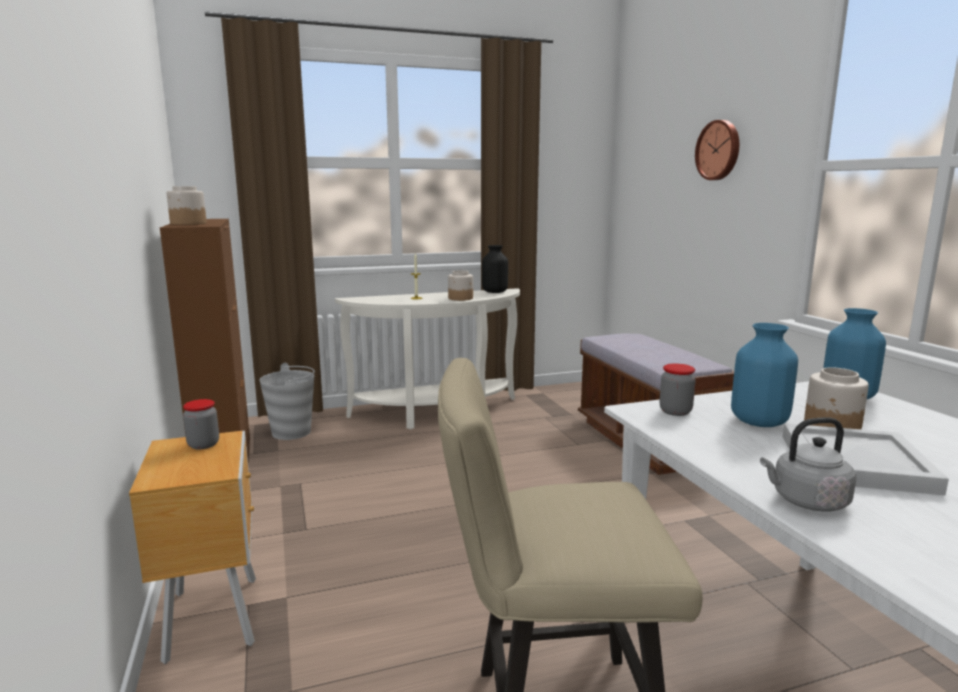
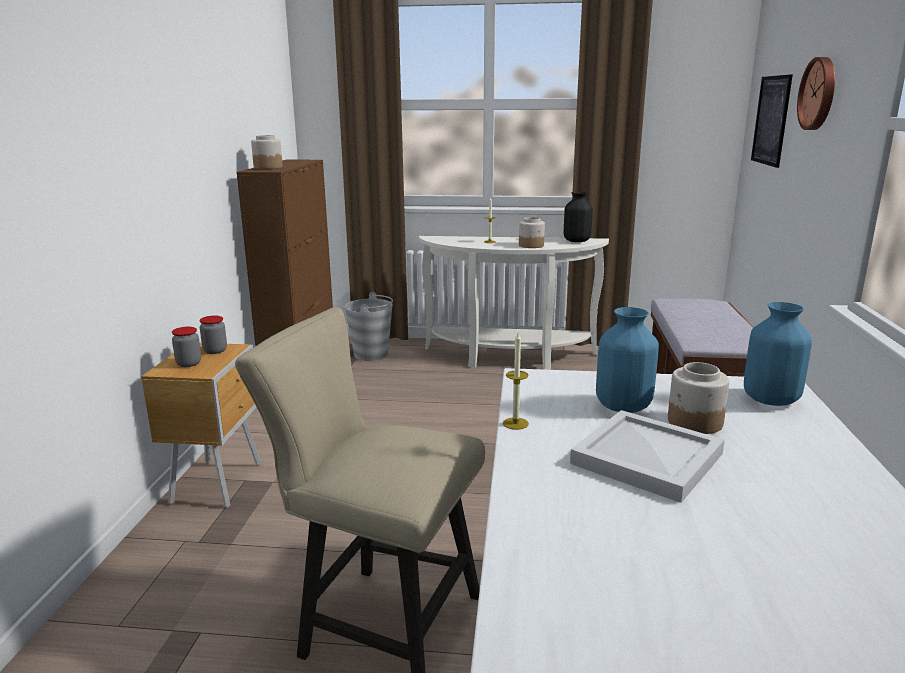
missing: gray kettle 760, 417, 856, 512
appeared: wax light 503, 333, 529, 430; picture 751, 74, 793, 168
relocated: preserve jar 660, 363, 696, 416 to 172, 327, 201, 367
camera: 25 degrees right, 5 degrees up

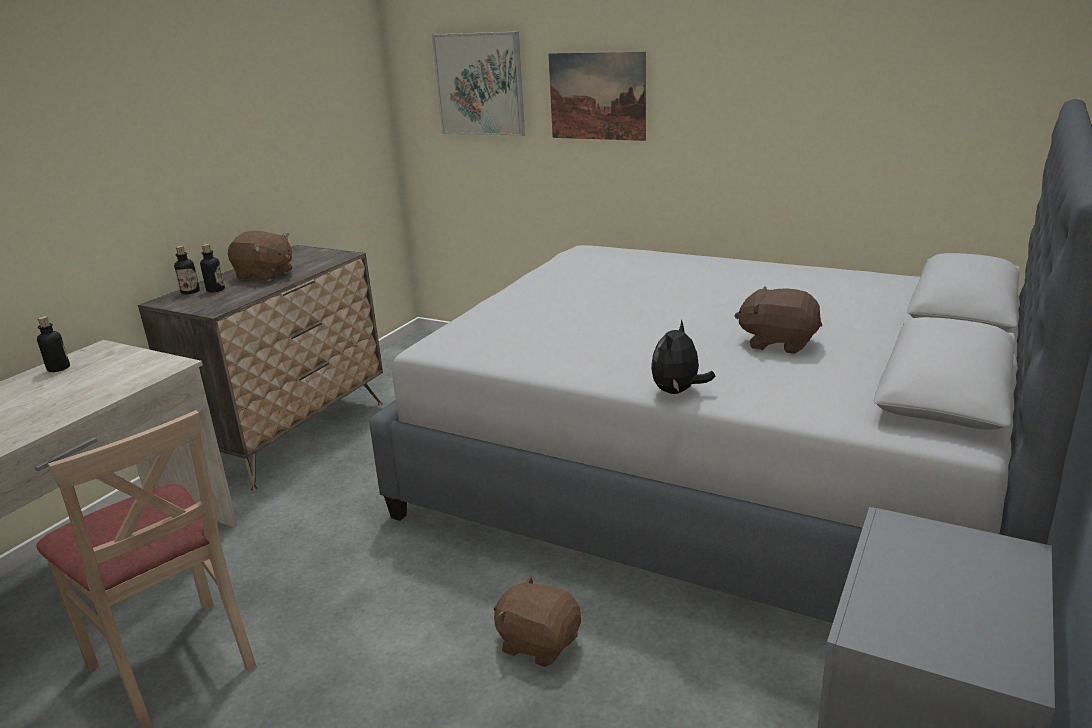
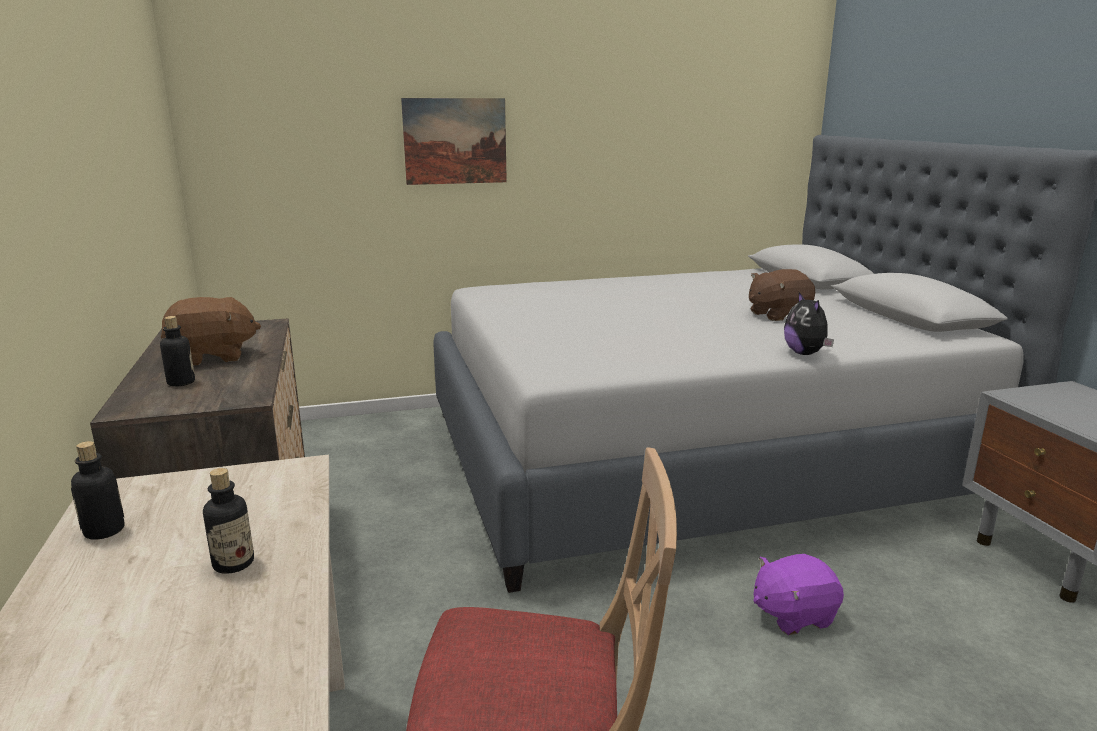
missing: picture 432, 31, 525, 136
relocated: beverage bottle 174, 246, 200, 294 to 203, 468, 254, 574
colour: brownish plush toy 494, 575, 581, 667 to purple plush toy 753, 554, 844, 635
camera: 45 degrees left, 5 degrees down

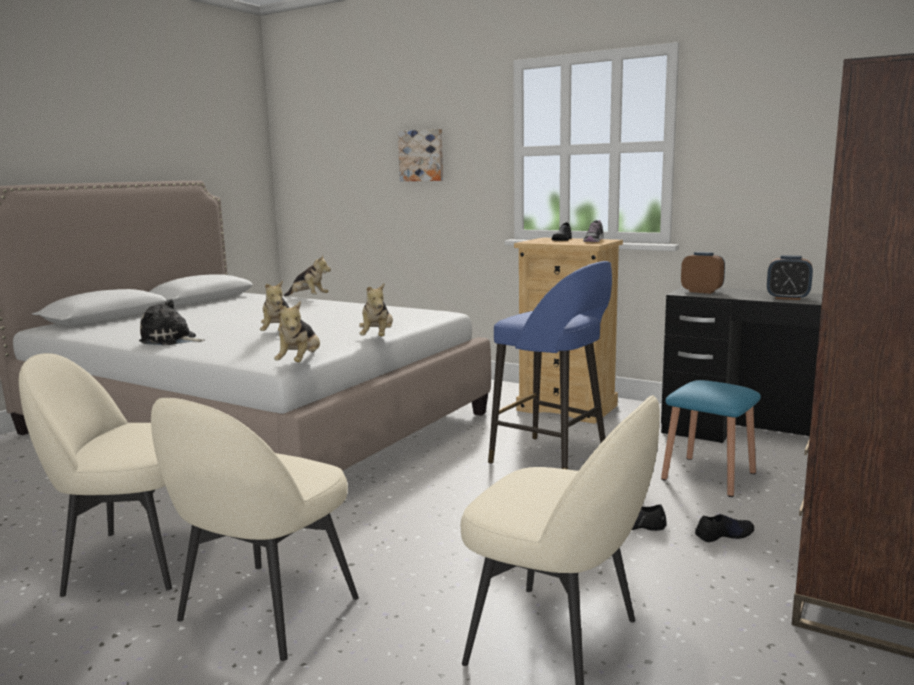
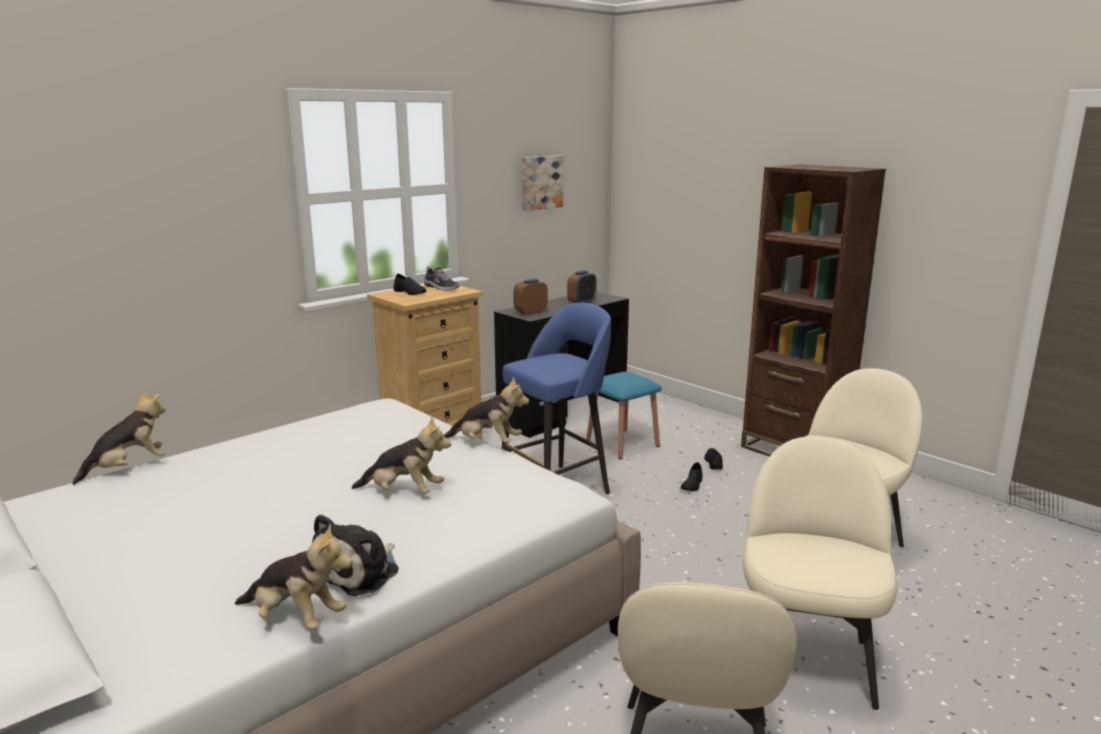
relocated: plush toy 274, 301, 320, 362 to 235, 524, 353, 629; picture 398, 129, 443, 181 to 522, 155, 563, 211
spun: sand-coloured plain chair 151, 398, 359, 661 = 743, 436, 897, 710 120 degrees counterclockwise
camera: 75 degrees left, 5 degrees up

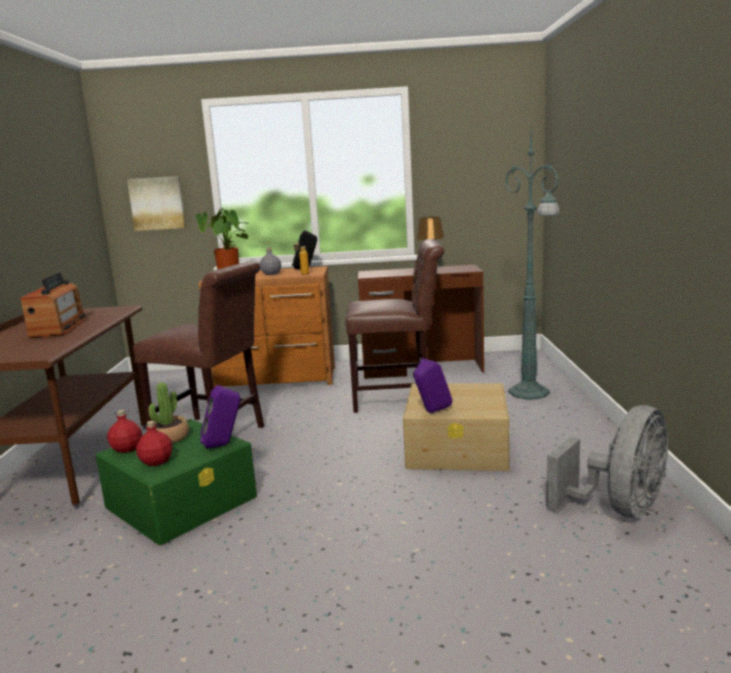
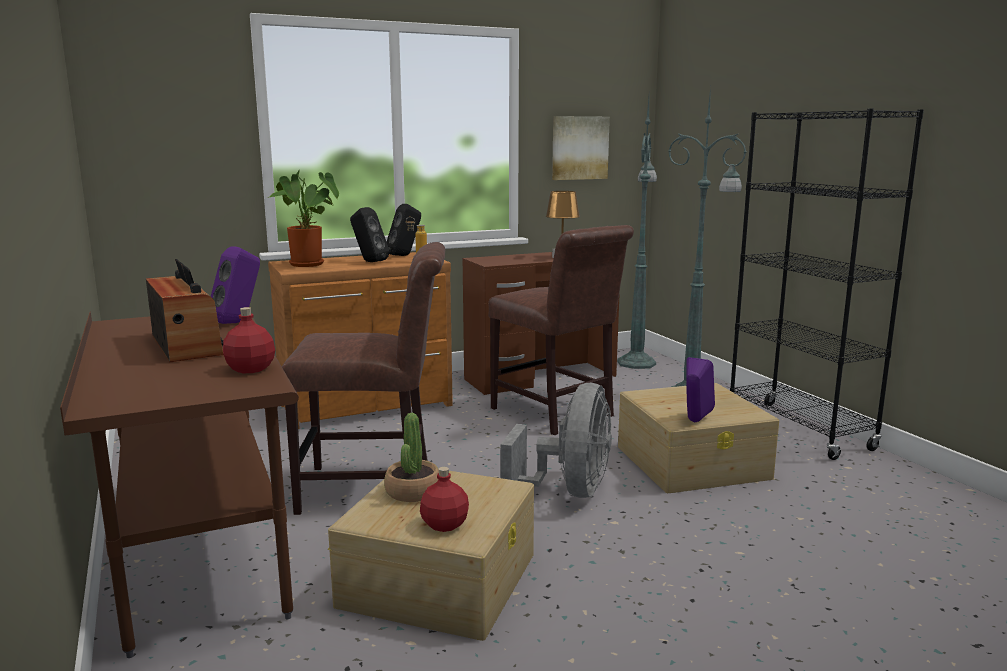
appeared: green-coloured floor lamp 617, 98, 657, 369; black shelving unit 730, 109, 924, 460
relocated: purple speaker 200, 385, 240, 449 to 211, 246, 260, 324; red beverage bottle 107, 410, 142, 453 to 223, 307, 275, 373; gray electric fan 546, 405, 669, 518 to 500, 383, 612, 498; picture 127, 176, 186, 231 to 552, 116, 610, 180
exchanged: gray beverage bottle 260, 247, 281, 275 to black speaker 350, 207, 390, 262
colour: green-coloured storage box 96, 419, 257, 545 to sand-coloured storage box 328, 469, 534, 641
spun: brownish plain chair 345, 239, 444, 413 = 488, 225, 634, 435 75 degrees clockwise
camera: 25 degrees left, 0 degrees up

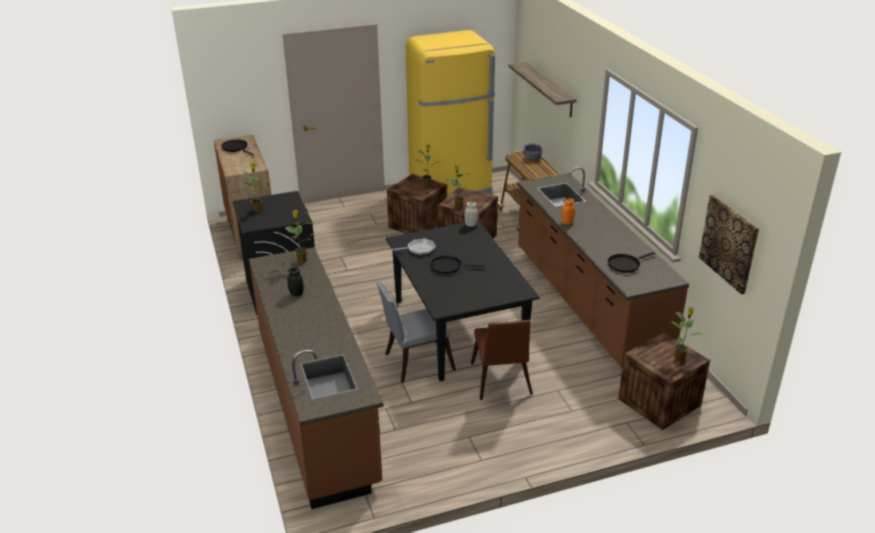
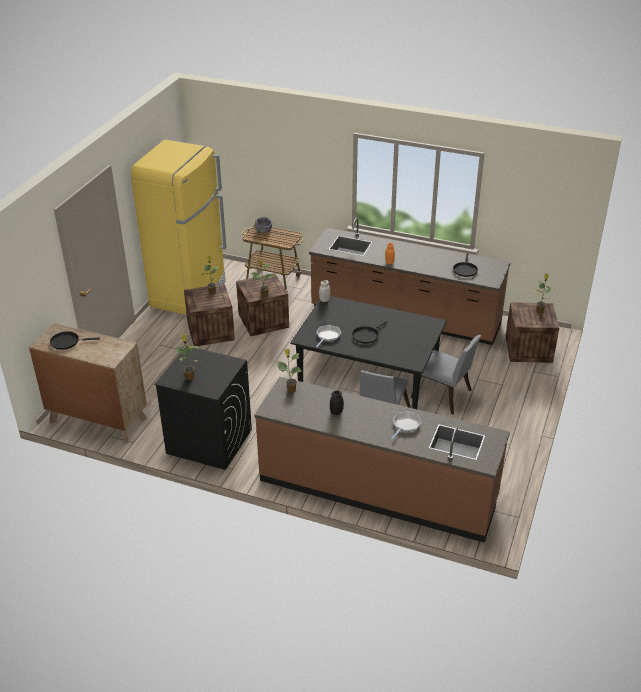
missing: shelf 508, 62, 577, 117; picture 699, 195, 759, 294
appeared: frying pan 391, 411, 422, 440
colour: brownish plain chair 471, 320, 533, 400 to gray plain chair 411, 335, 481, 414
camera: 50 degrees left, 5 degrees up

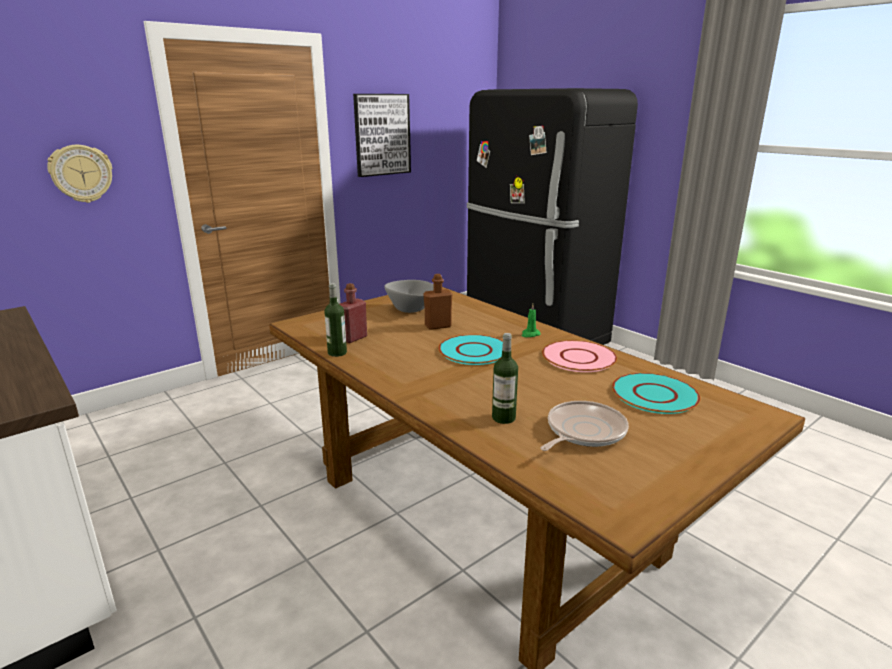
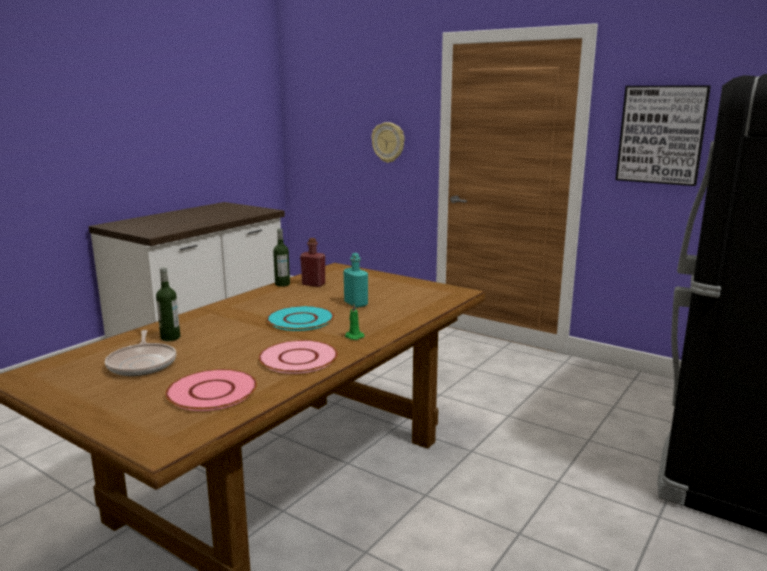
missing: gray serving bowl 384, 280, 434, 313
colour: turquoise flat dish 612, 373, 701, 414 to pink flat dish 165, 369, 257, 411; brownish beverage bottle 423, 274, 453, 330 to turquoise beverage bottle 344, 253, 368, 308
spun: frying pan 540, 401, 629, 451 = 105, 330, 176, 376 45 degrees clockwise
camera: 75 degrees right, 5 degrees down

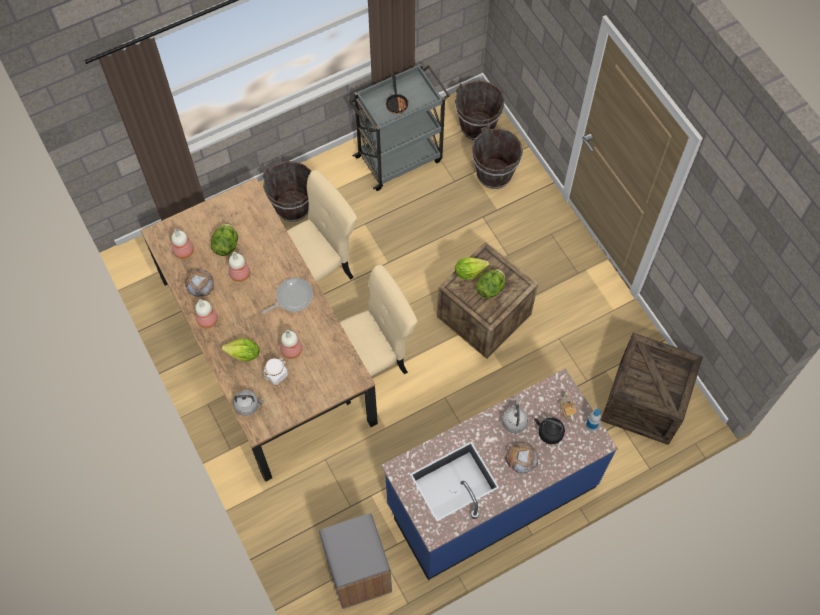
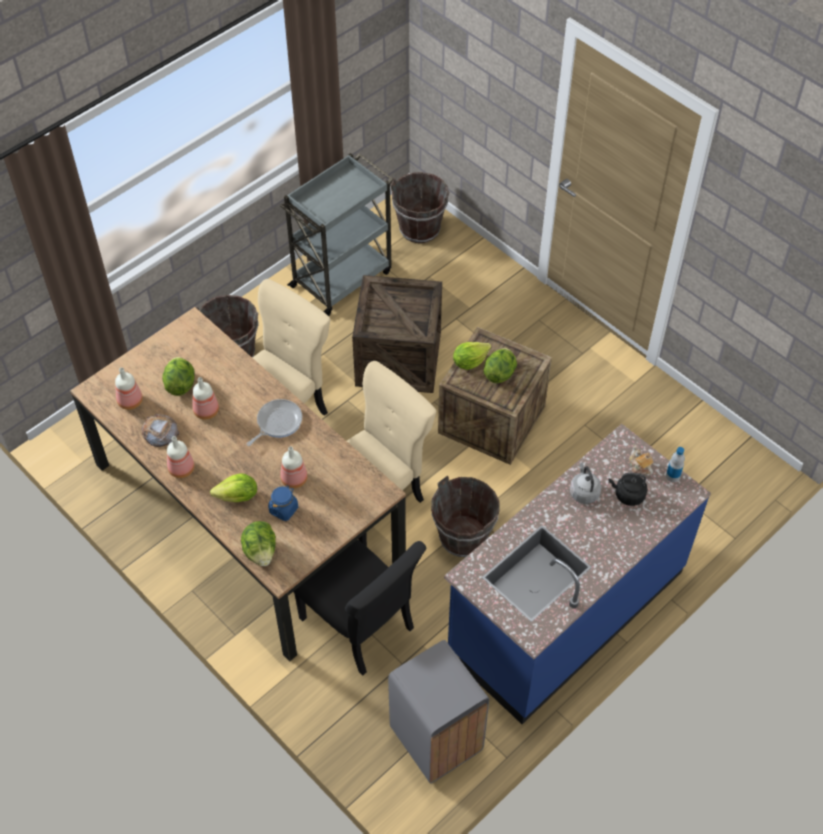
missing: frying pan 386, 74, 408, 114; bakery bread 504, 443, 539, 473
appeared: black plain chair 293, 539, 426, 676
relocated: packing crate 601, 333, 703, 445 to 352, 275, 442, 393; brownish bucket 472, 125, 523, 189 to 431, 476, 500, 557
exchanged: gray kettle 233, 390, 265, 416 to head of lettuce 241, 521, 276, 566
colour: whitish preserve jar 263, 358, 288, 385 to blue-coloured preserve jar 268, 485, 298, 521
camera: 15 degrees left, 10 degrees down

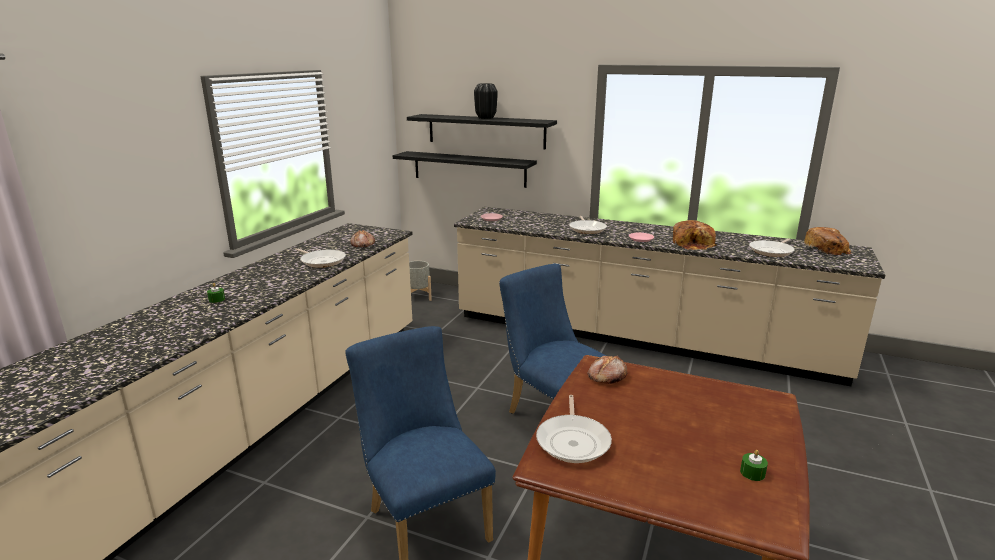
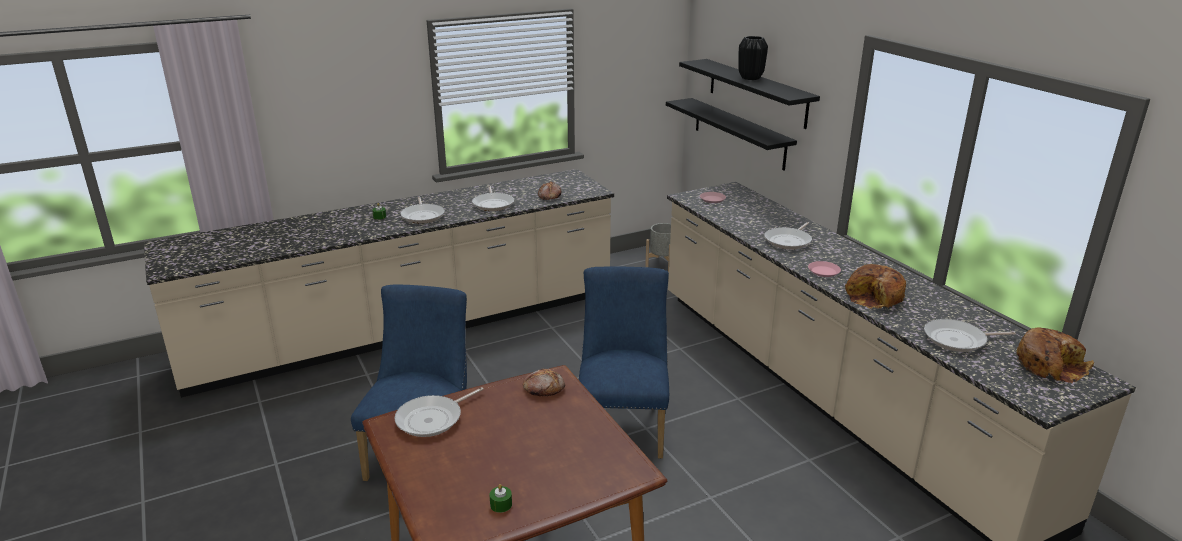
appeared: frying pan 401, 197, 445, 224
camera: 40 degrees right, 5 degrees up

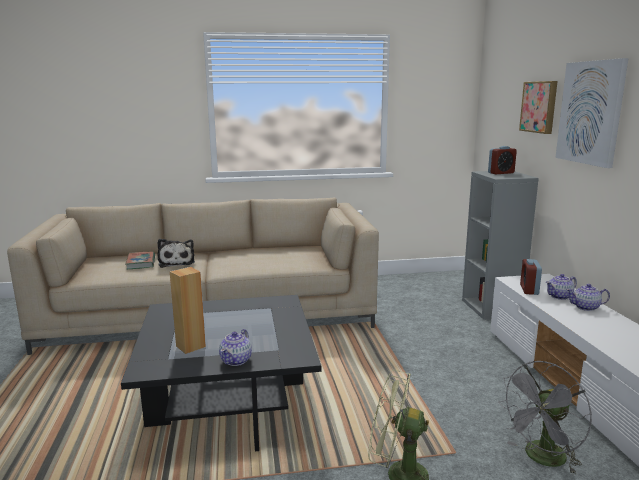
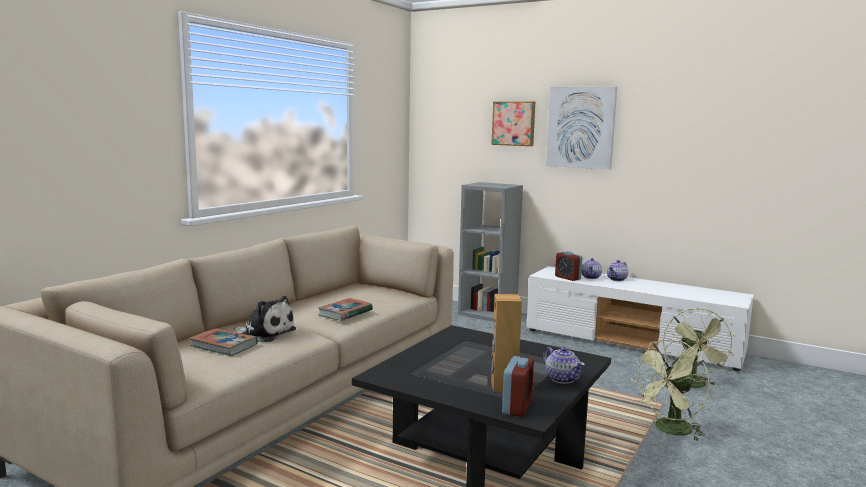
appeared: bound book 318, 298, 373, 321
relocated: table clock 488, 146, 517, 174 to 502, 356, 534, 417
colour: gray electric fan 498, 361, 592, 475 to green-coloured electric fan 663, 308, 735, 388
camera: 50 degrees left, 5 degrees down

